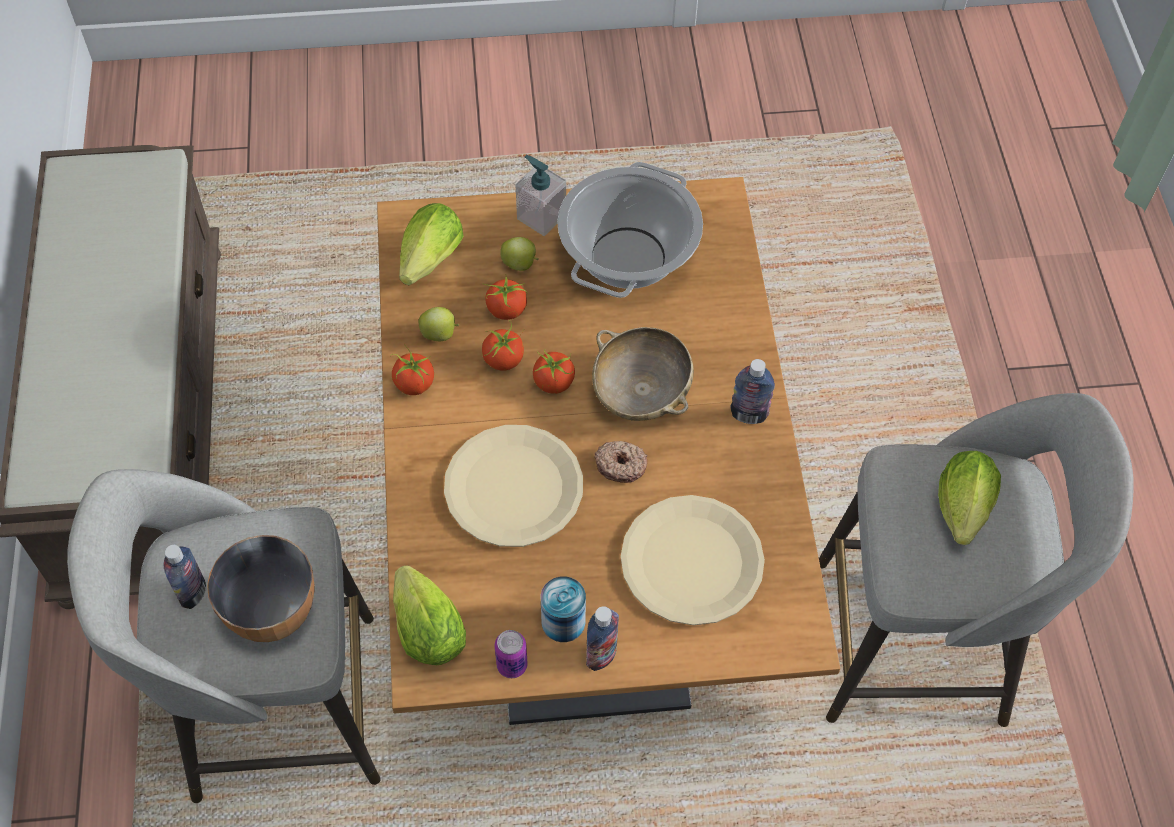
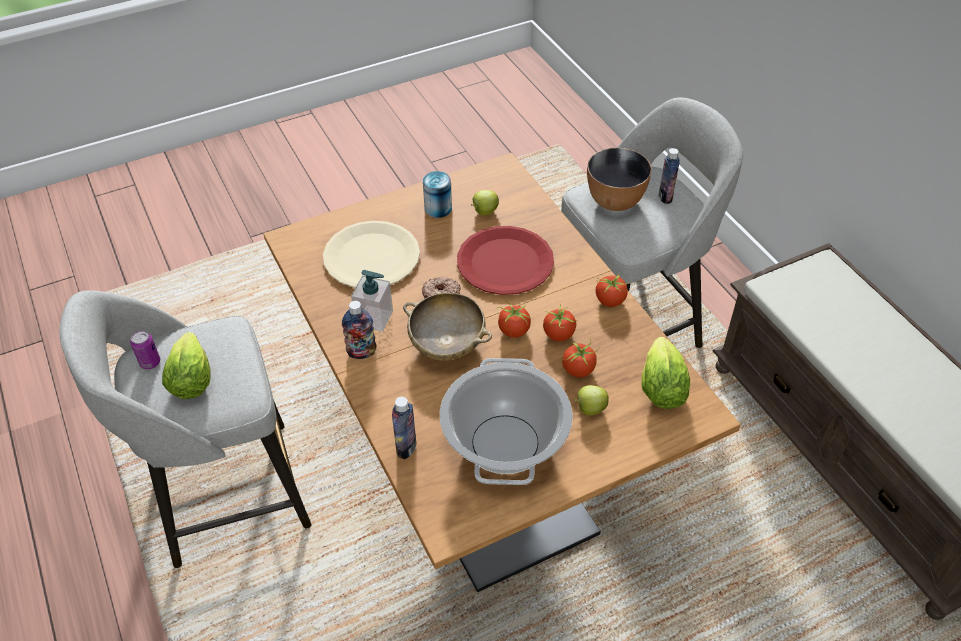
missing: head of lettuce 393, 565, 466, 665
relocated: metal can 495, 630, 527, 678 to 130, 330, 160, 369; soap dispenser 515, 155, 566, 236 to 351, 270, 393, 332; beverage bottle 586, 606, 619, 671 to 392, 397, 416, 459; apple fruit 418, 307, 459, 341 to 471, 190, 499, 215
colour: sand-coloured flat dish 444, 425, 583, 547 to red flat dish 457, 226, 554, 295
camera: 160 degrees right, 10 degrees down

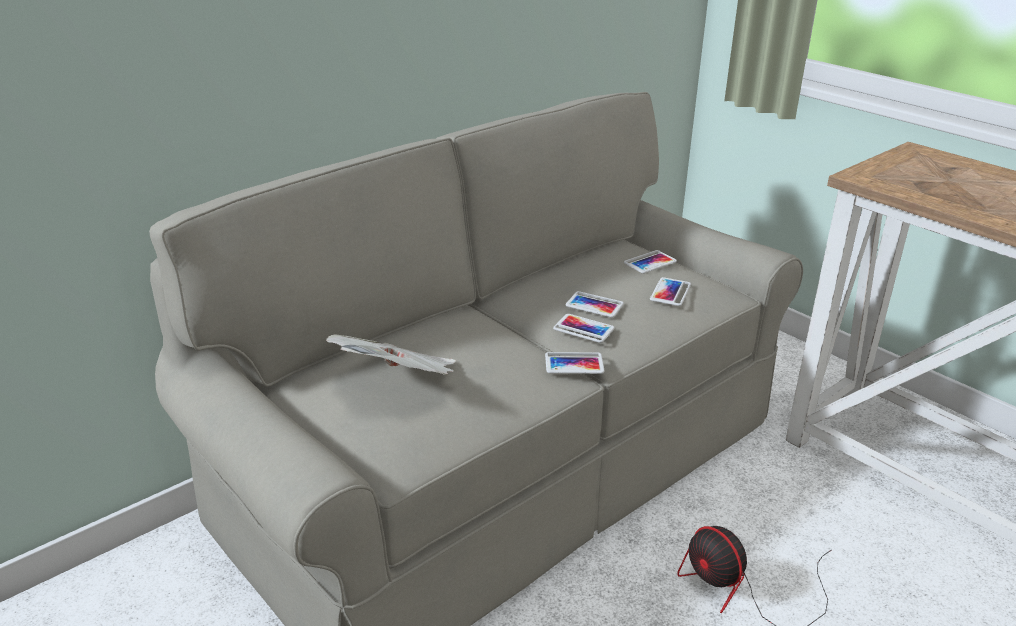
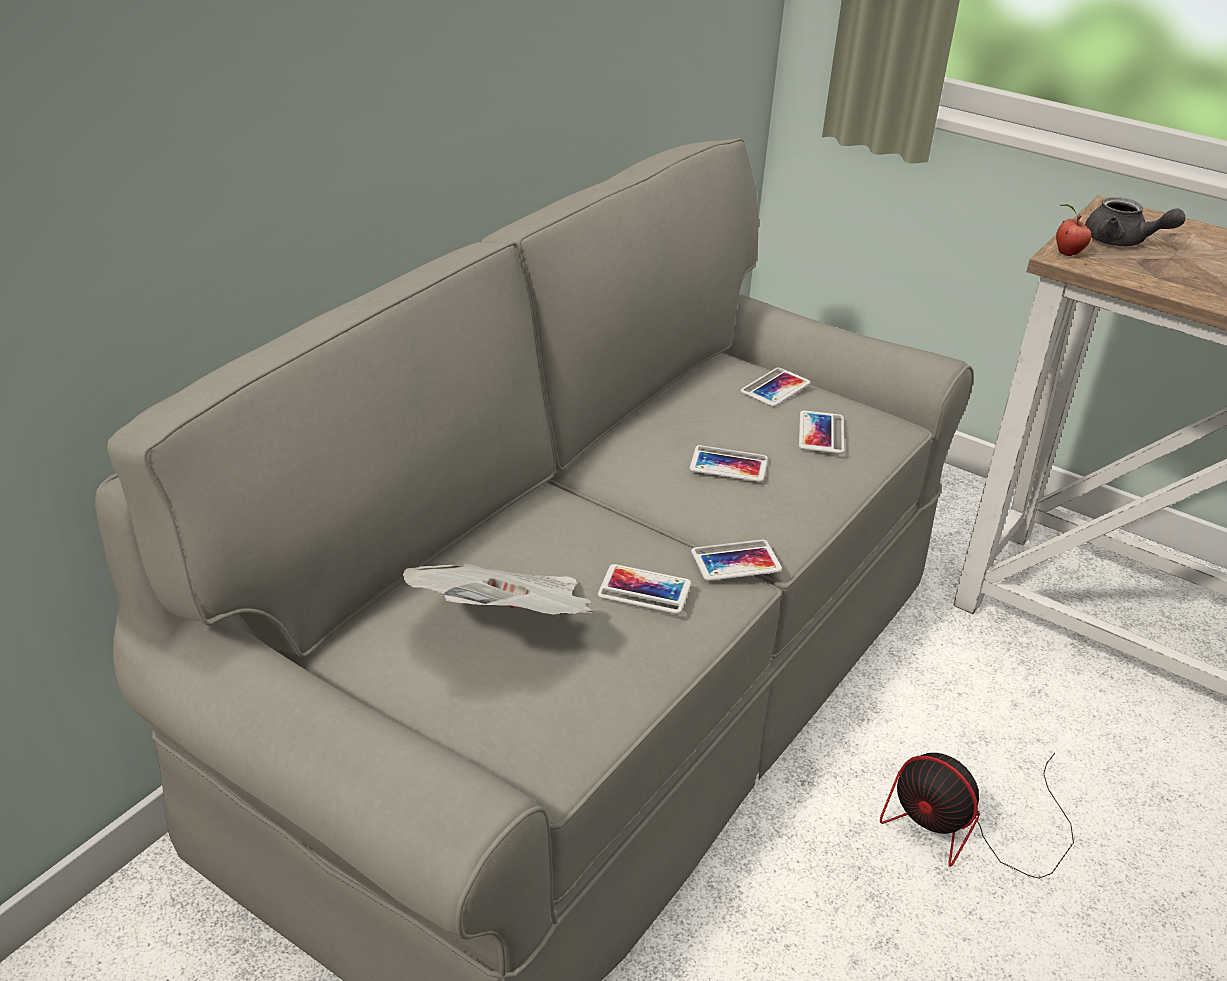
appeared: apple fruit 1056, 205, 1092, 256; gray pot for tea 1085, 197, 1185, 246
relocated: phone 553, 314, 615, 343 to 598, 564, 691, 614
camera: 15 degrees left, 5 degrees up

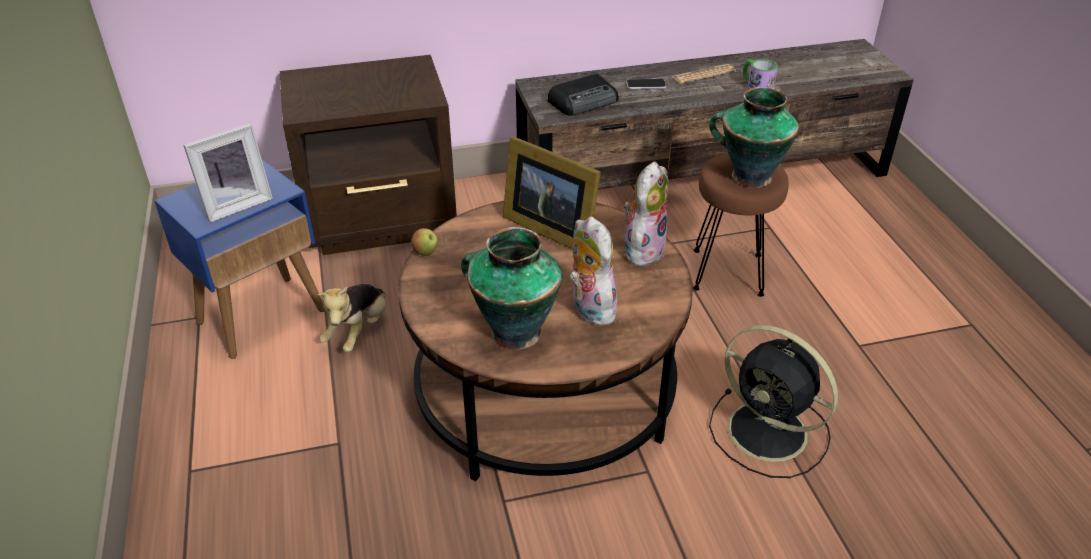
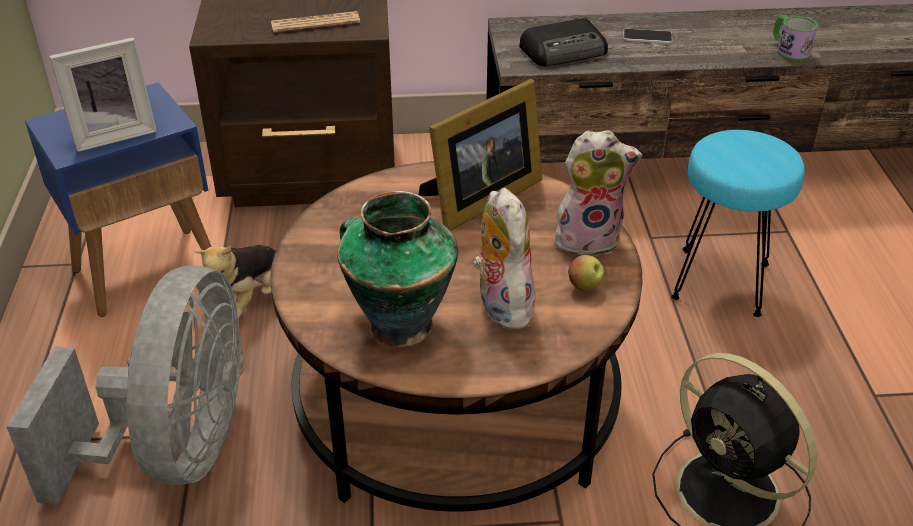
missing: decorative vase 709, 87, 799, 188
appeared: gray electric fan 6, 265, 244, 505
relocated: printed paper 673, 64, 736, 84 to 271, 11, 360, 32; apple fruit 411, 228, 438, 256 to 568, 255, 604, 292
colour: brownish sitting stool 693, 153, 789, 297 to turquoise sitting stool 671, 130, 805, 317
spun: picture frame 503, 136, 601, 249 = 419, 79, 542, 231 90 degrees counterclockwise; plush toy 623, 161, 668, 266 = 555, 130, 642, 256 45 degrees clockwise
camera: 10 degrees right, 0 degrees up

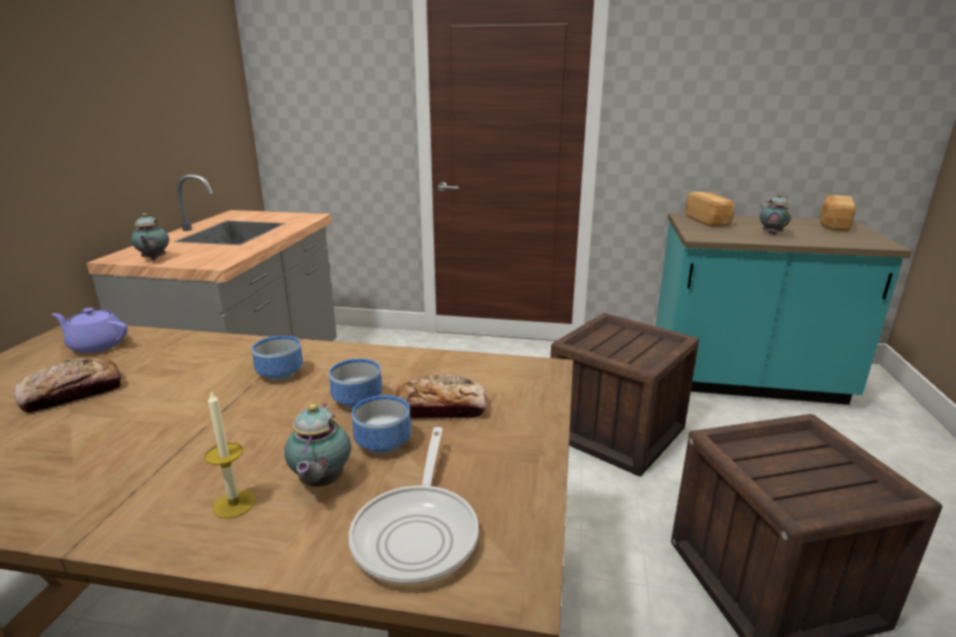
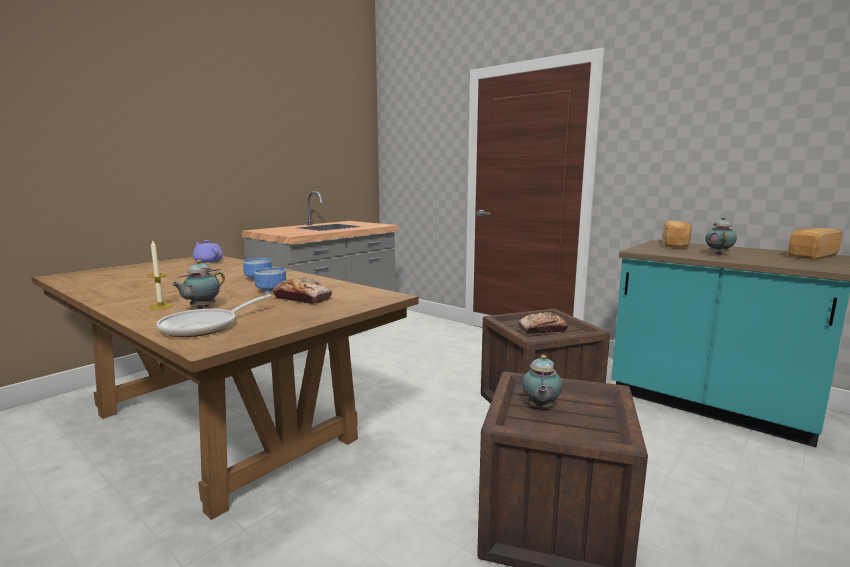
missing: serving bowl 352, 395, 411, 454
relocated: bakery bread 14, 358, 121, 413 to 518, 312, 568, 334; pot for tea 131, 213, 169, 260 to 522, 355, 563, 409
camera: 30 degrees right, 10 degrees down

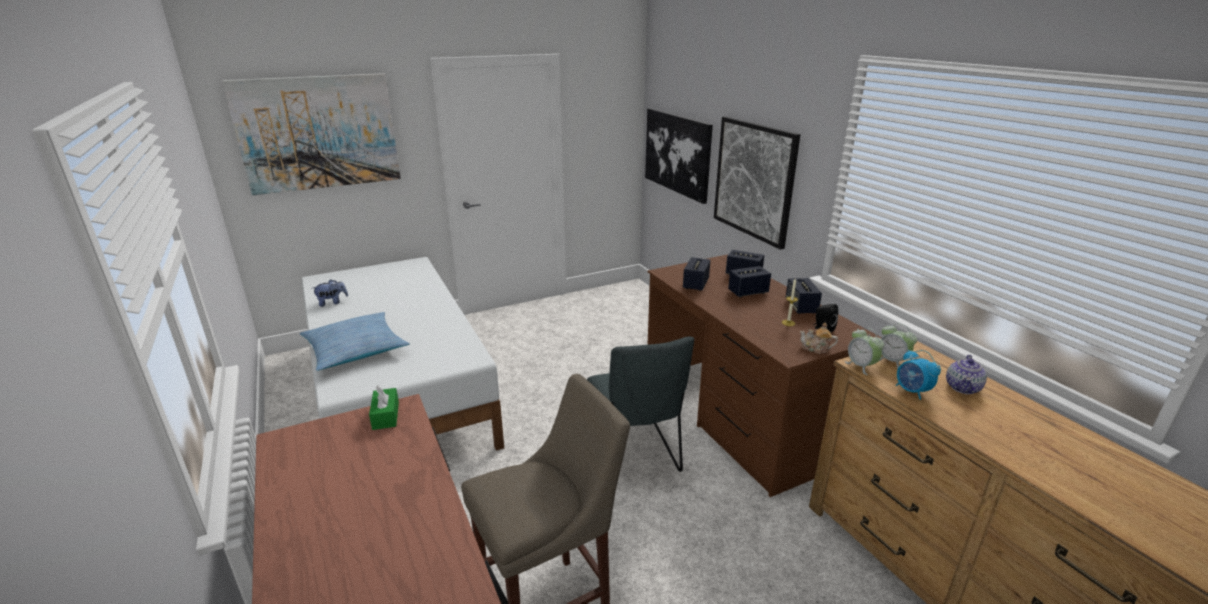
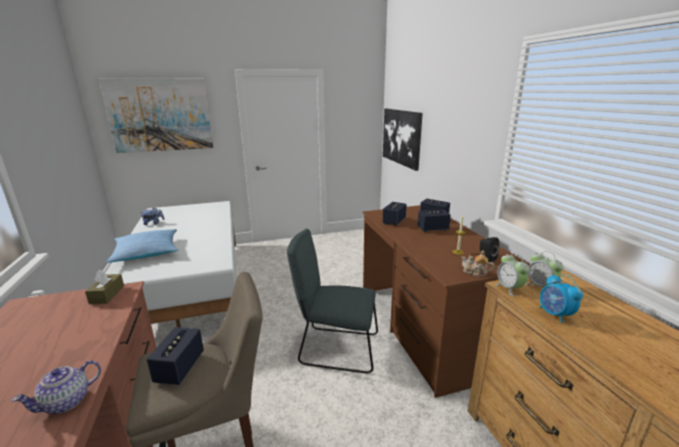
missing: picture 714, 117, 800, 250
relocated: pot for tea 946, 355, 987, 394 to 11, 360, 101, 414; speaker 786, 278, 822, 314 to 147, 327, 204, 385
colour: green-coloured box of tissues 369, 386, 399, 430 to brownish box of tissues 85, 270, 124, 304
spun: gray plain chair 587, 336, 694, 472 = 287, 229, 378, 373 105 degrees clockwise
camera: 10 degrees right, 5 degrees down

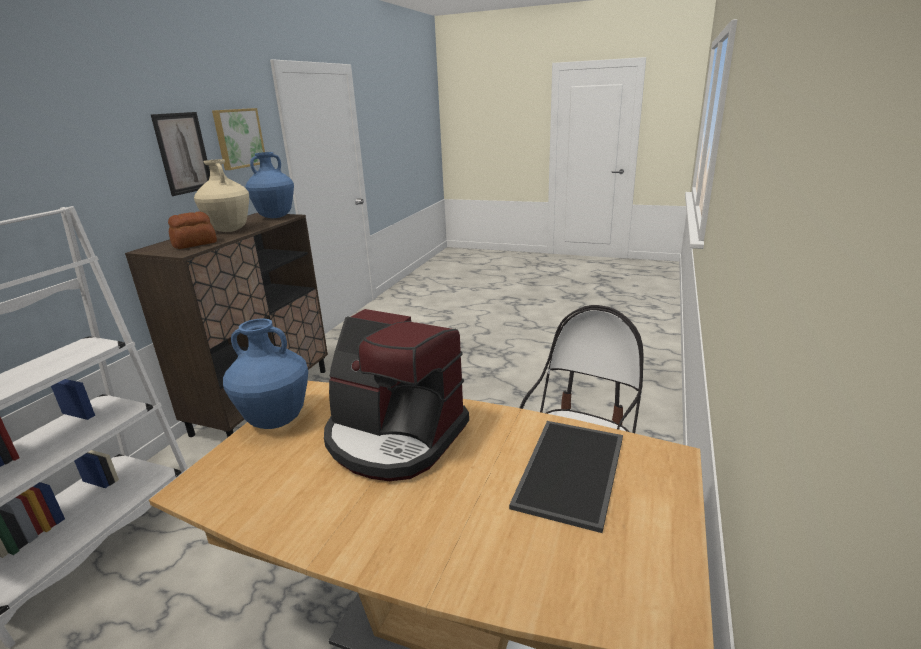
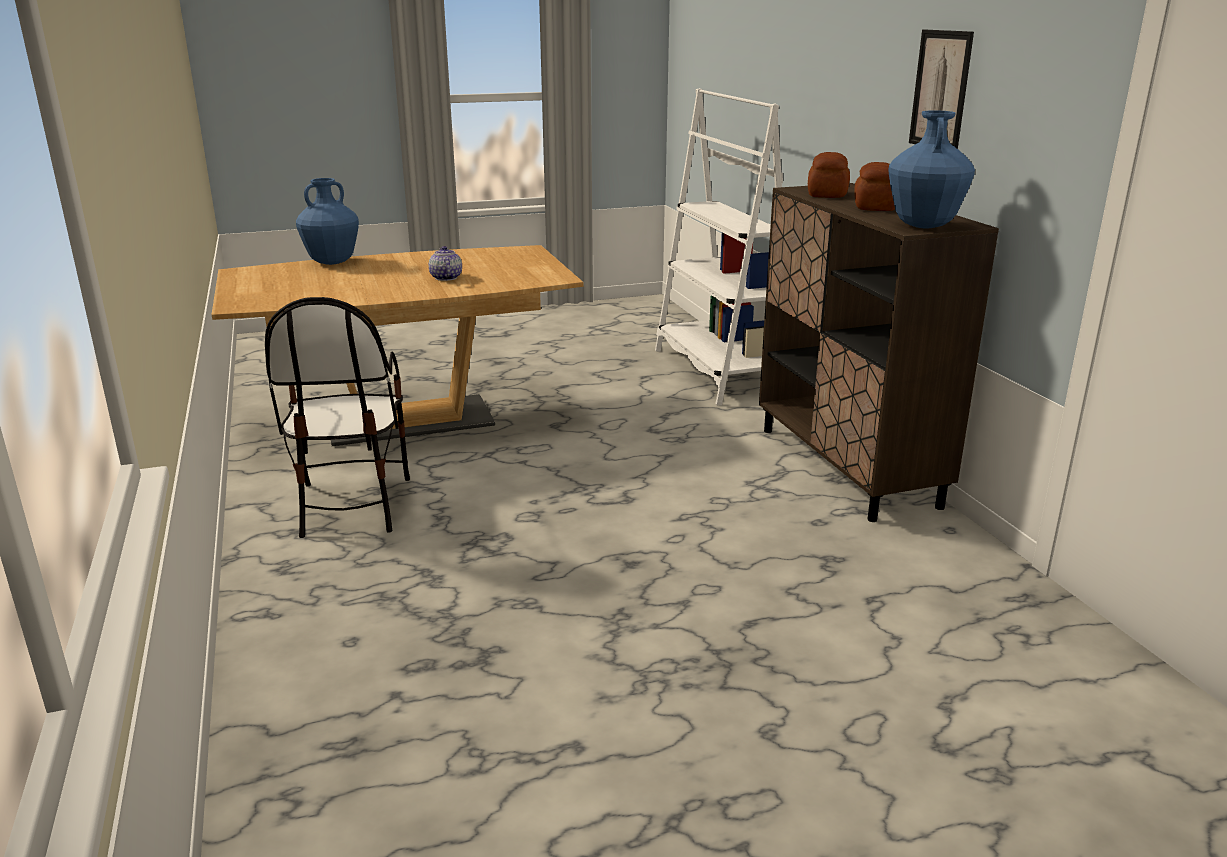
missing: picture 212, 108, 265, 170; tray 509, 421, 623, 533
relocated: blue-coloured decorative vase 223, 318, 308, 429 to 296, 178, 359, 265
exchanged: coffee machine 324, 309, 469, 481 to pot for tea 429, 246, 462, 281; sand-coloured decorative vase 194, 159, 249, 232 to bakery bread 854, 162, 895, 211
camera: 140 degrees right, 0 degrees up

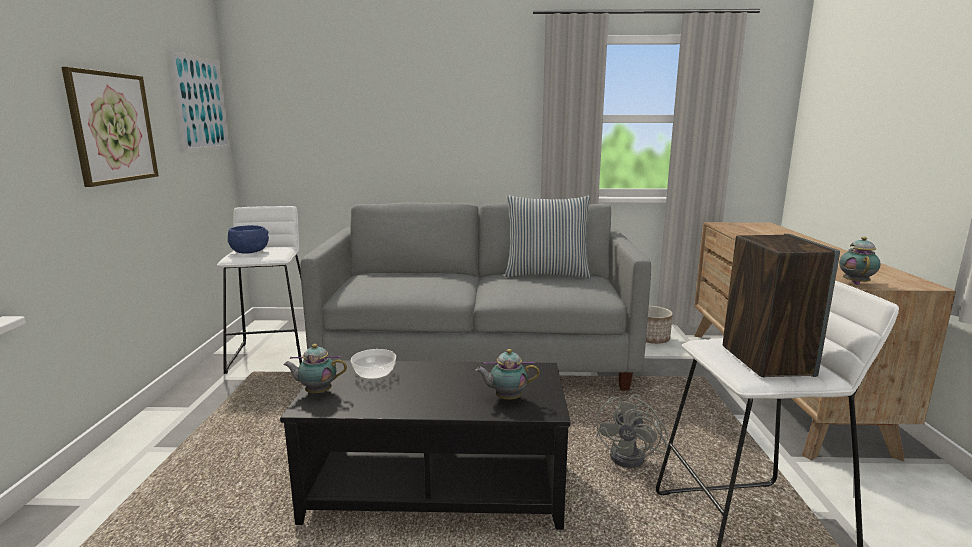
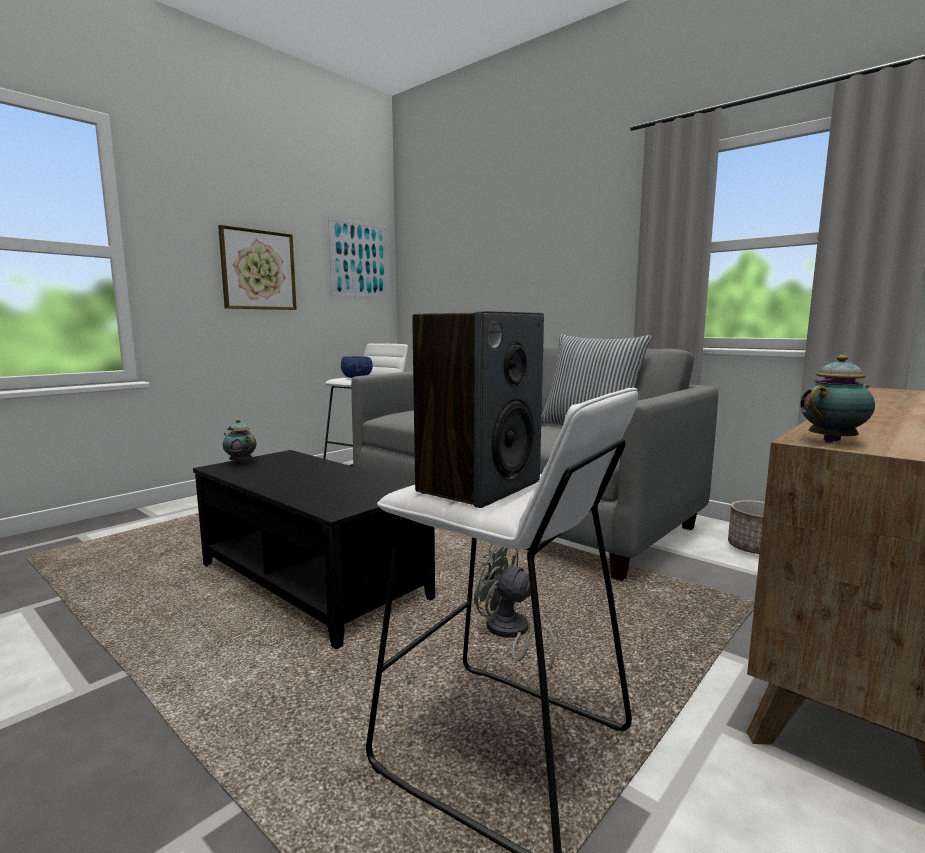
missing: serving bowl 351, 349, 396, 380; pot for tea 476, 349, 540, 400
spun: gray electric fan 596, 394, 669, 468 = 474, 543, 556, 670 60 degrees clockwise
camera: 40 degrees right, 5 degrees down

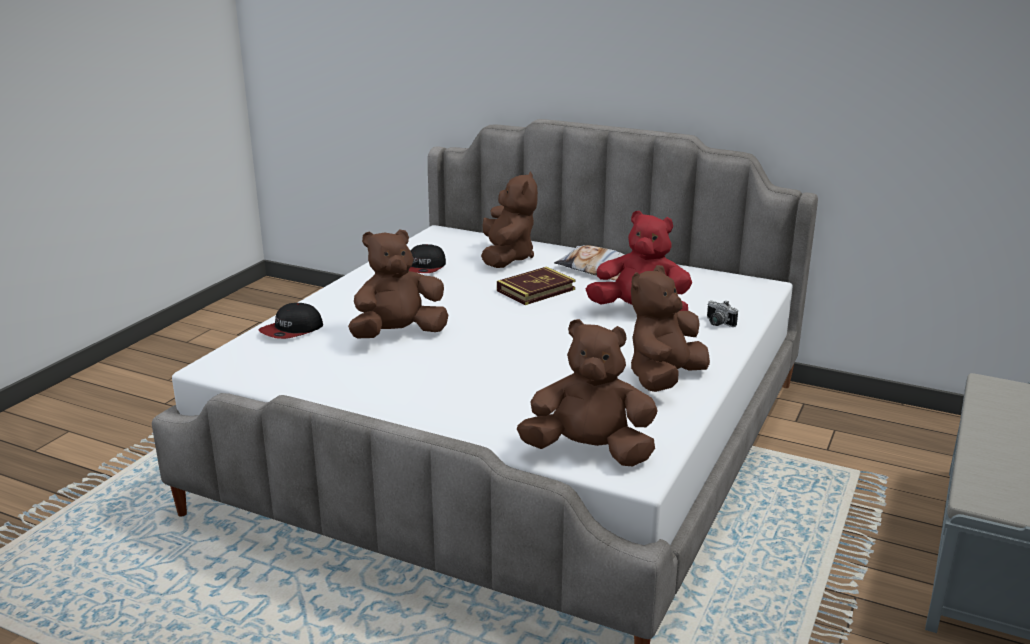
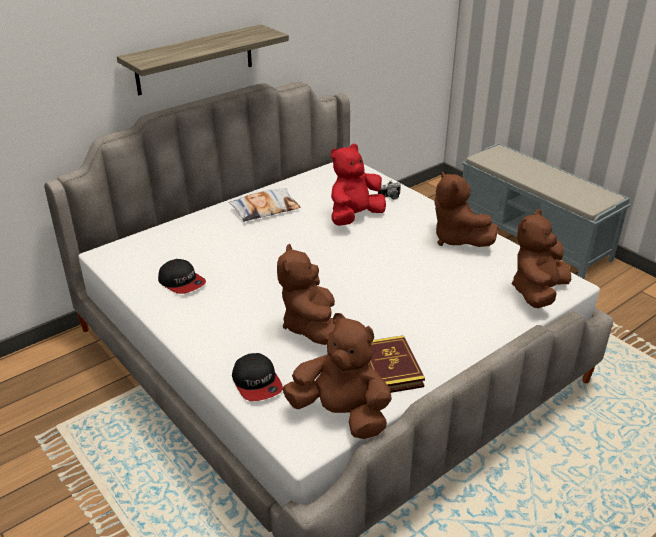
appeared: shelf 117, 24, 289, 95
relocated: brownish plush toy 481, 171, 538, 268 to 282, 313, 392, 439; bound book 497, 267, 576, 305 to 367, 335, 425, 393
camera: 65 degrees left, 10 degrees up

